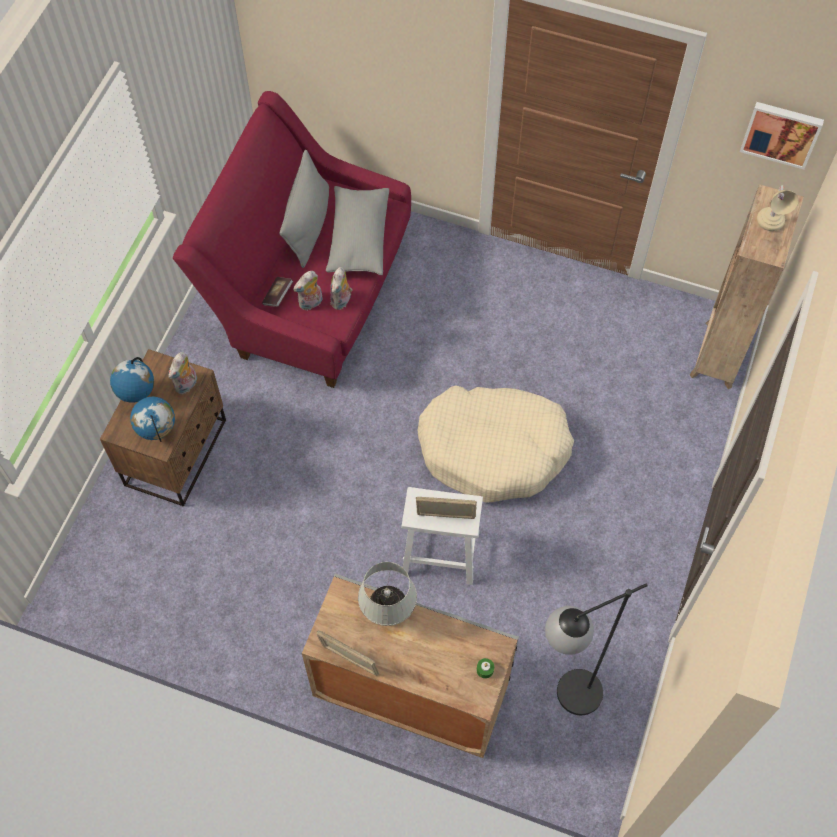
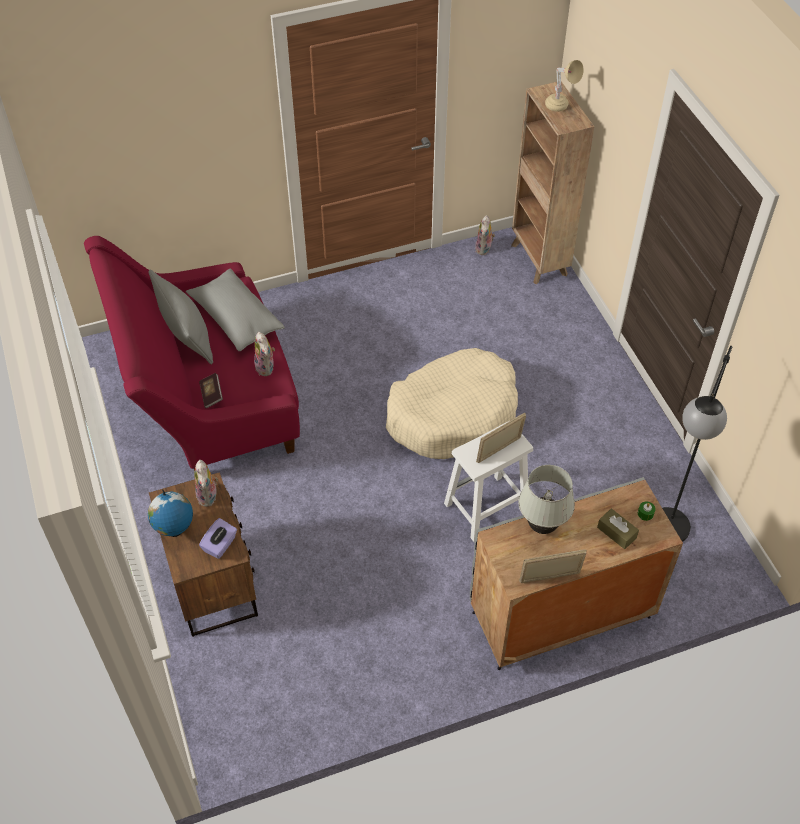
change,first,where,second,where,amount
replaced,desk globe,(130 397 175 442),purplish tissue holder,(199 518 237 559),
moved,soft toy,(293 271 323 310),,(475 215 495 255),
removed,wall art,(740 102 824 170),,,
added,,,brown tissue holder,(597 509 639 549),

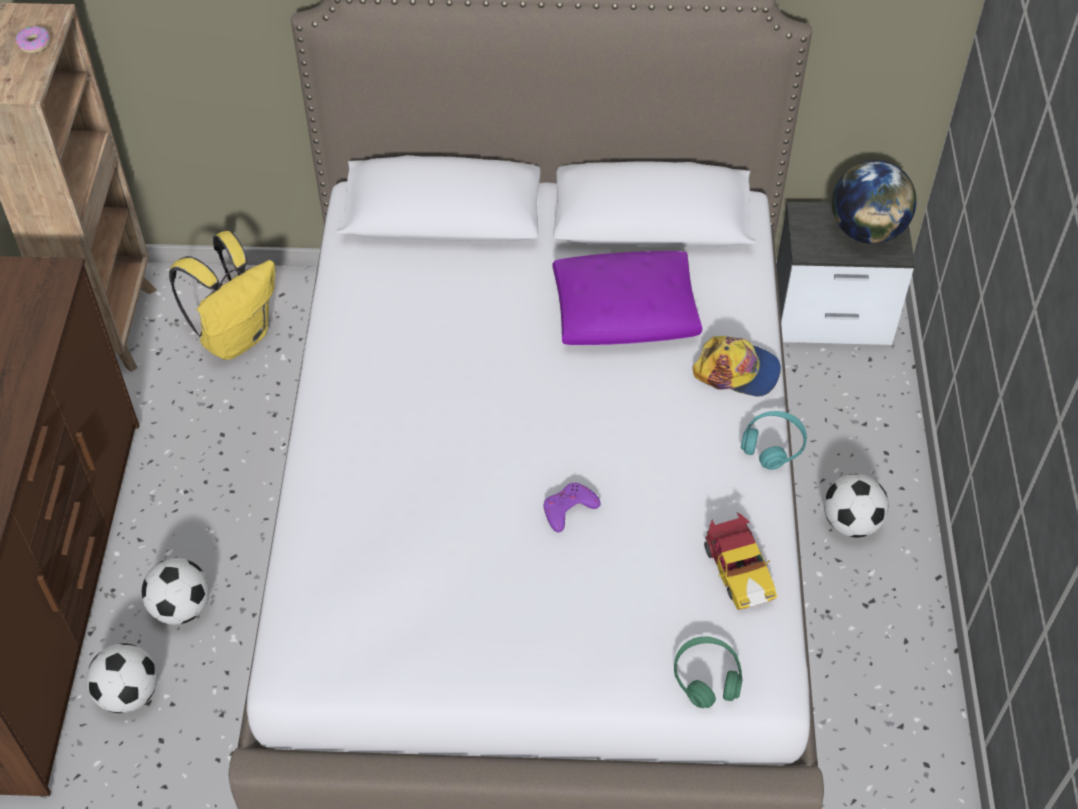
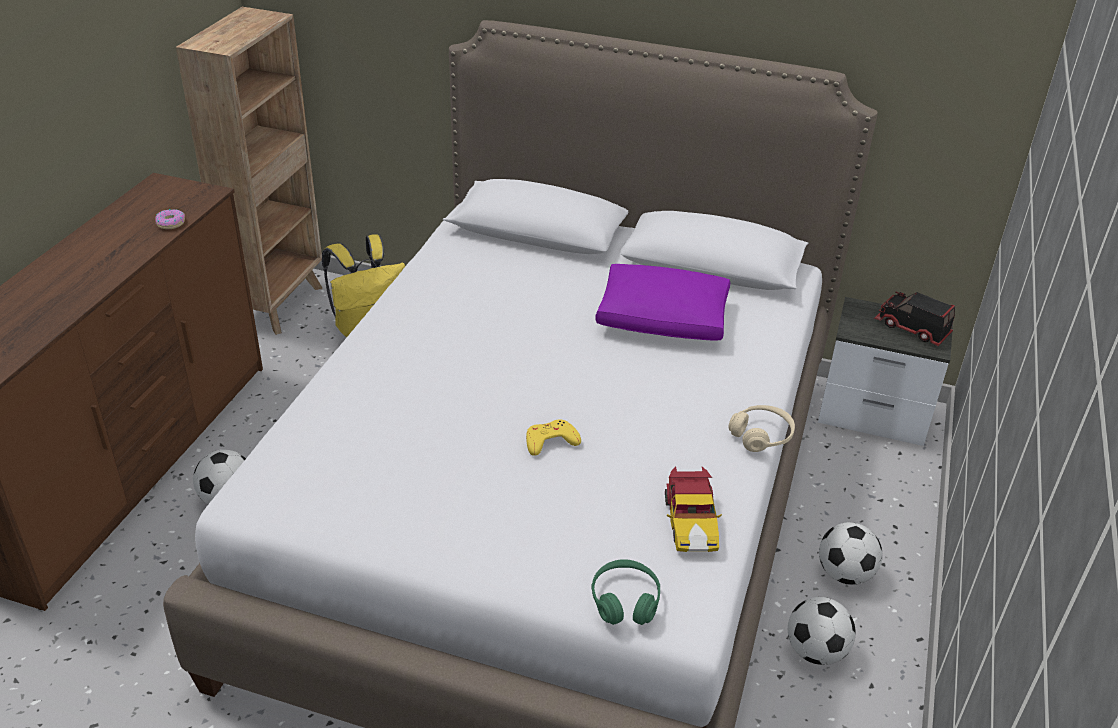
change,first,where,second,where,amount
moved,donut,(15 27 50 53),,(155 209 185 229),
moved,football ball,(86 643 158 713),,(788 597 856 665),
recoloured,purplish joypad,(543 483 601 532),yellow joypad,(526 419 581 456),
removed,cap,(693 336 781 397),,,
recoloured,turquoise pair of headphones,(741 411 807 470),sand-coloured pair of headphones,(728 405 795 452),
replaced,desk globe,(832 160 917 244),toy truck,(874 292 955 346),

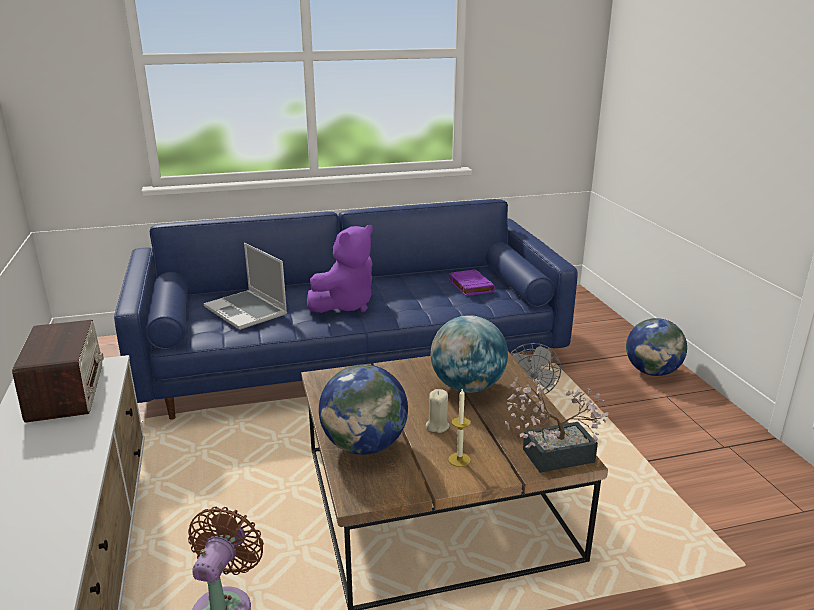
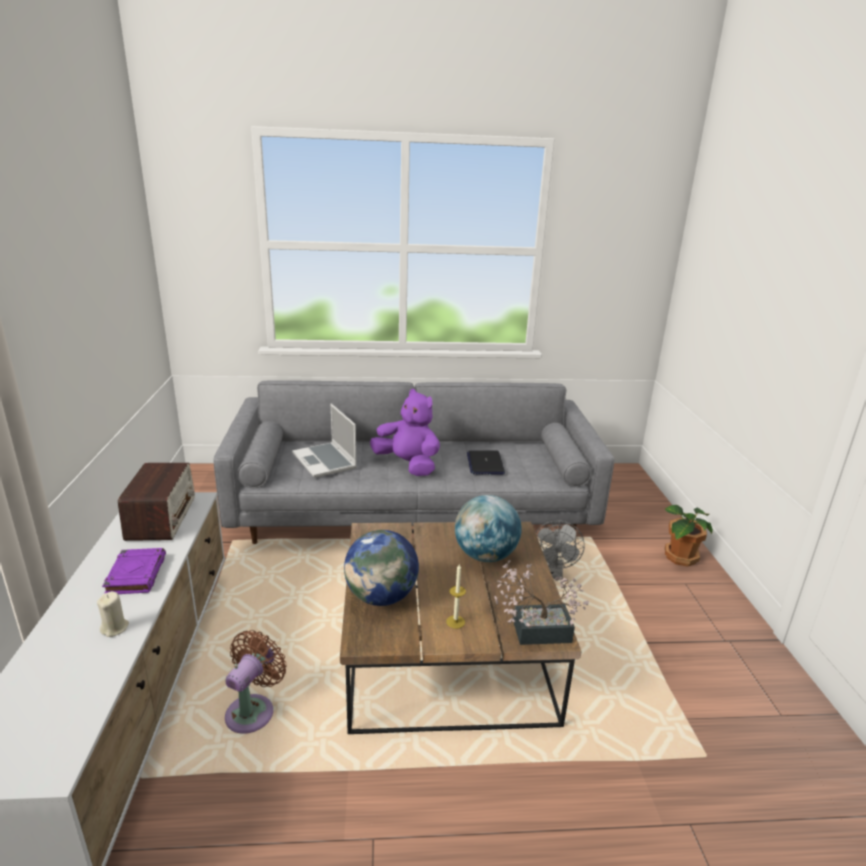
change,first,where,second,where,amount
recoloured,bluish sofa,(114 199 578 420),grey sofa,(213 380 614 544),
turned,purplish soft toy,(307 225 373 313),,(370 389 440 476),105 degrees counterclockwise
moved,sand-coloured candle,(426 389 450 433),,(97 591 129 637),
moved,purplish bound book,(449 269 495 296),,(102 548 166 594),
replaced,desk globe,(626 318 687 376),houseplant,(665 505 713 567),
added,,,notebook computer,(467 451 505 475),

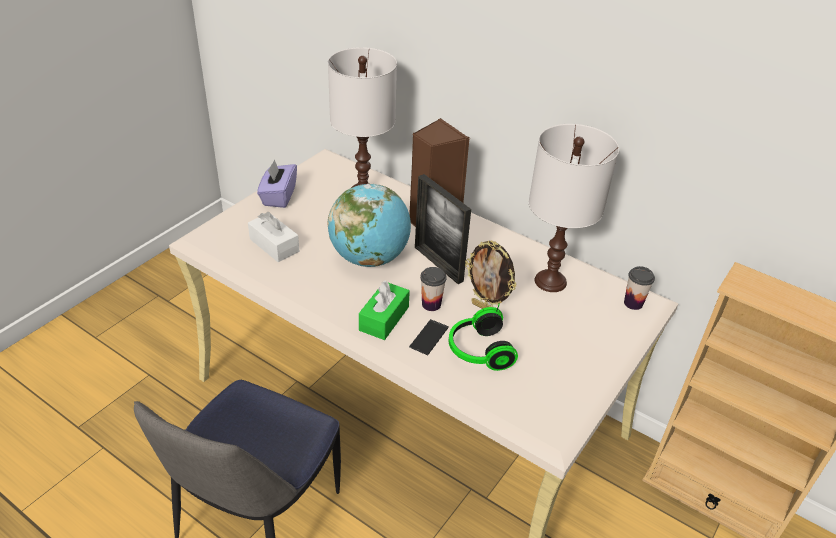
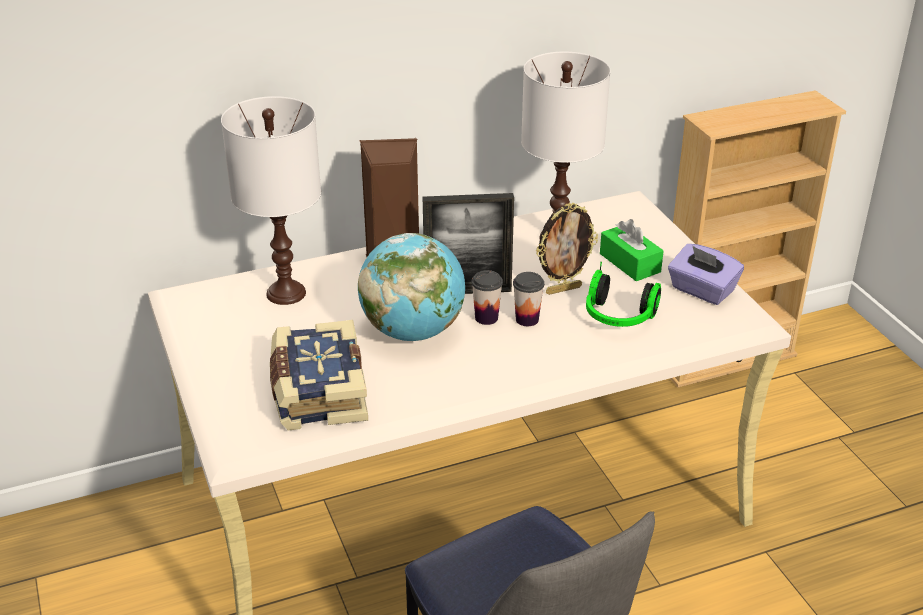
change,first,where,second,where,amount
replaced,white tissue holder,(248 212 299 262),bound book,(270 320 368 431),
moved,purplish tissue holder,(257 159 297 208),,(668 244 744 305),
moved,green-coloured tissue holder,(359 280 410 340),,(600 219 664 281),
removed,phone,(409 319 449 355),,,
moved,cup,(624 266 655 310),,(471 270 503 325),

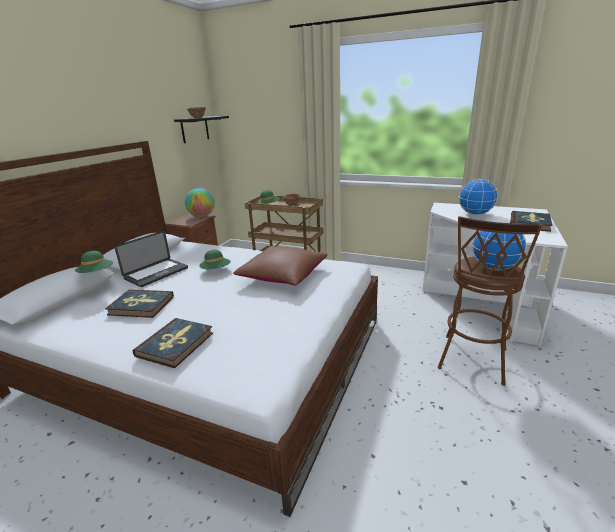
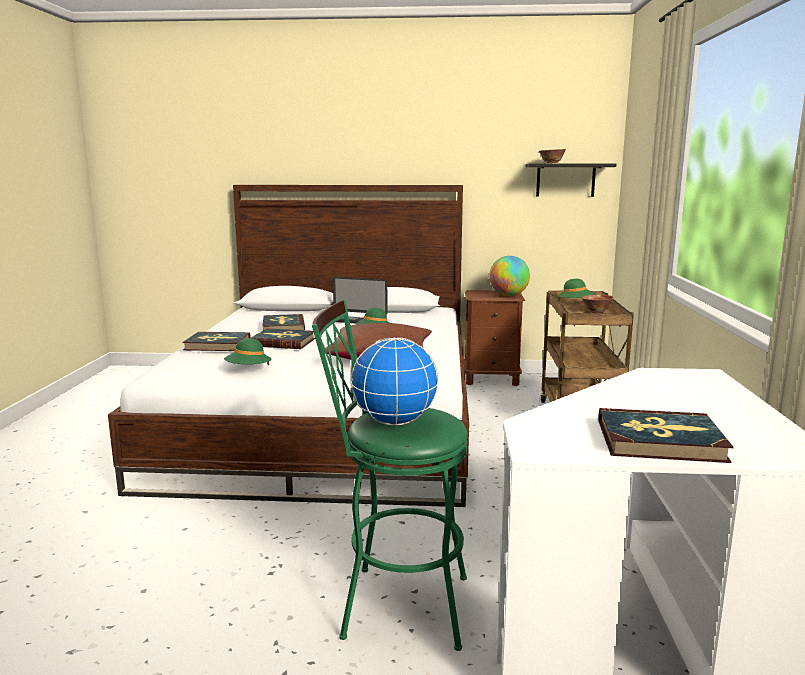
change,first,where,second,where,amount
moved,green-coloured clothing hat,(75 251 113 273),,(224 338 272 365),
recoloured,brown stool,(438 216 542 386),green-coloured stool,(312 300 468 651),
removed,desk globe,(459 179 498 215),,,
added,,,bound book,(251 329 315 349),

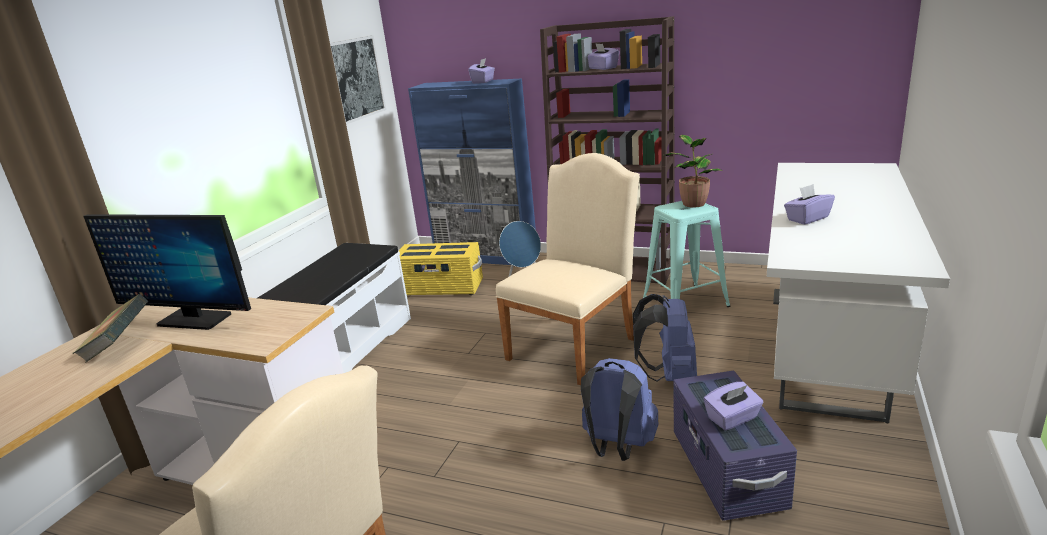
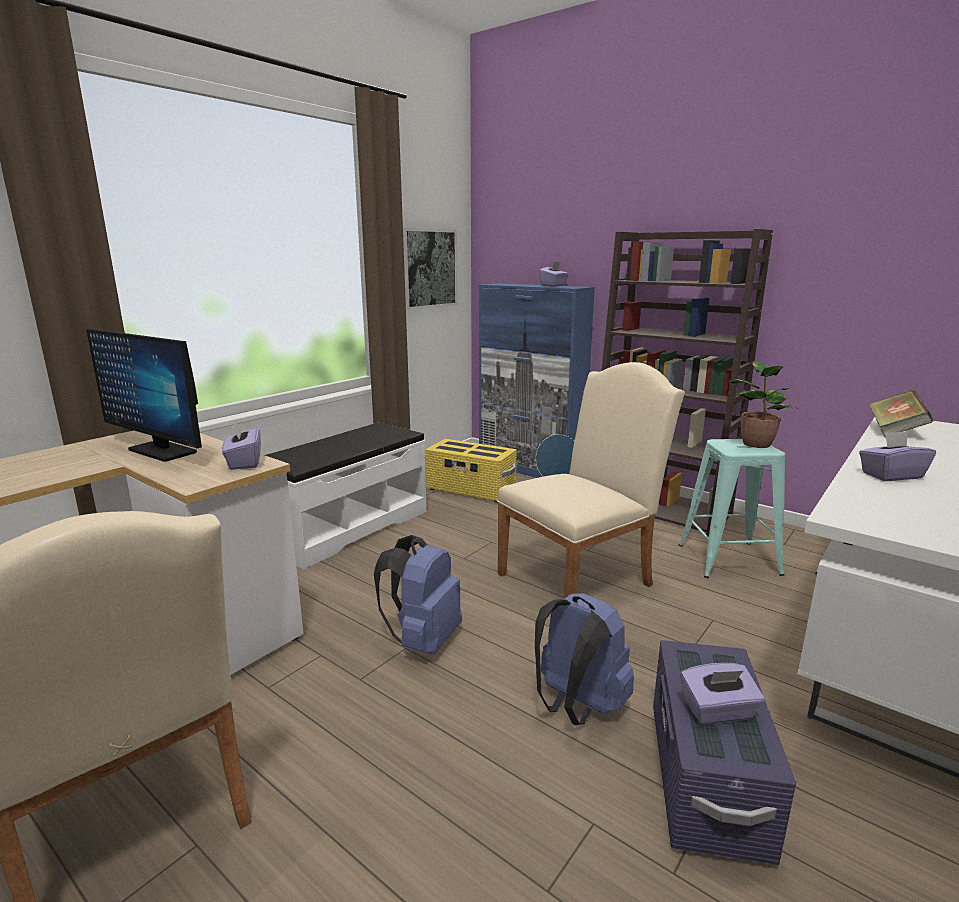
change,first,where,second,where,amount
moved,bound book,(73 294 149 363),,(869 390 933 437),
moved,purplish tissue holder,(588 43 619 70),,(222 421 261 470),
moved,bluish rucksack,(633 294 697 382),,(374 535 462 655),

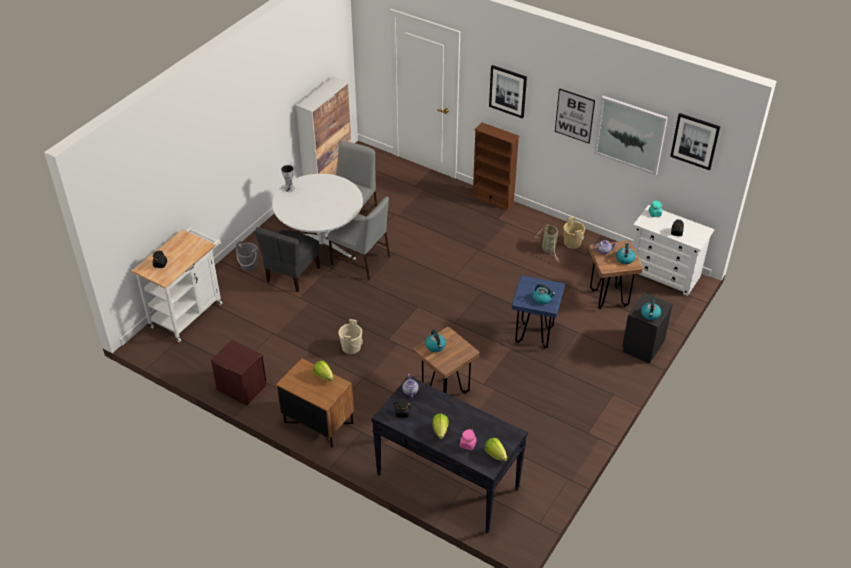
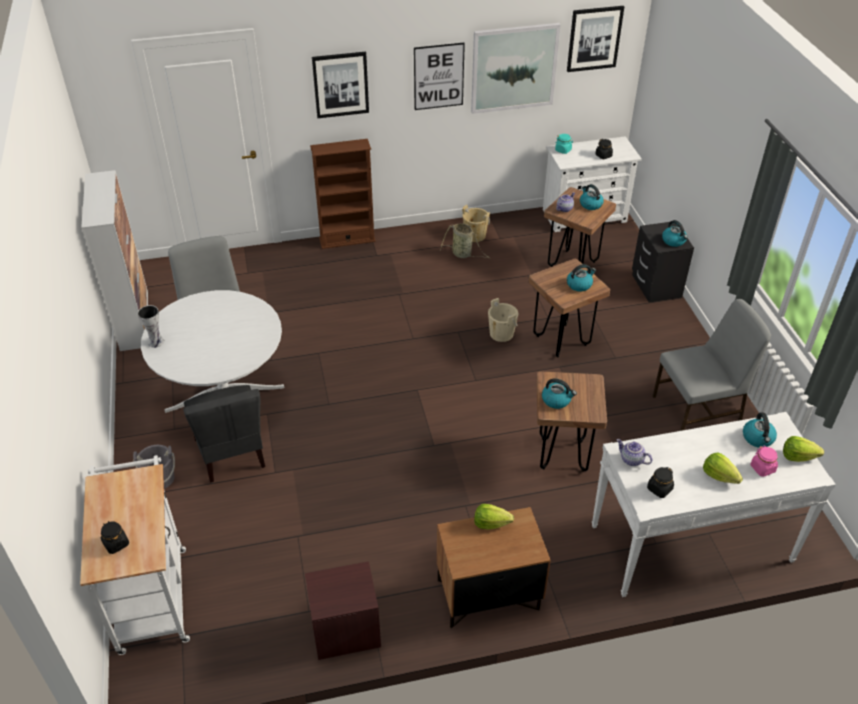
change,first,where,second,where,amount
moved,grey plain chair,(328 197 390 280),,(653 299 771 431),
moved,sand-coloured pail,(338 319 363 354),,(488 298 518 342),
recoloured,blackish hall table,(371 376 528 533),white hall table,(592 412 836 597),
recoloured,bluish stool,(512 276 565 348),brown stool,(529 259 610 358),
added,,,tea kettle,(743 412 777 447),

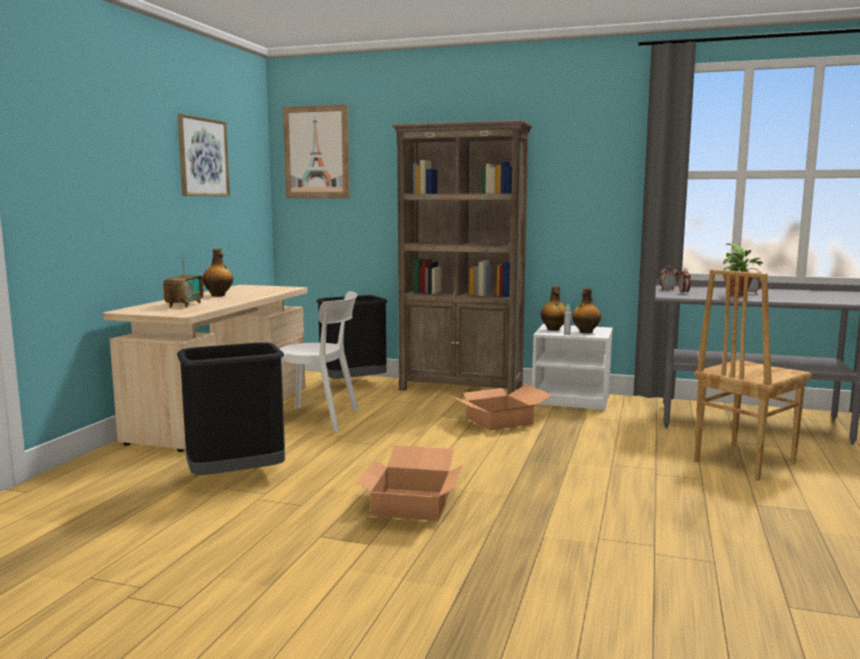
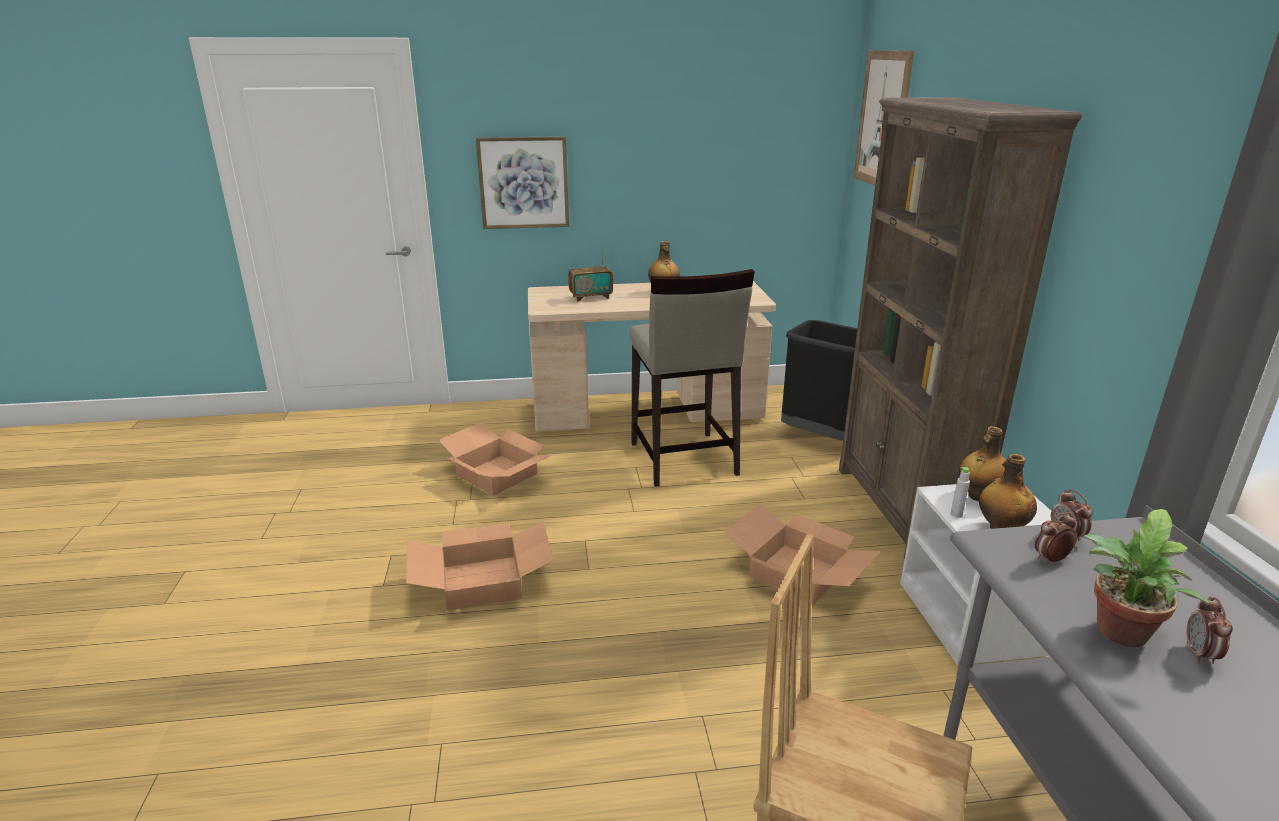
change,first,where,second,where,amount
moved,wall art,(177 114 230 196),,(476 136 569 229),
replaced,blackish waste bin,(177 342 285 475),cardboard box,(438 422 554 496),
replaced,white plain chair,(280 291 359 432),sand-coloured stool,(630 269 755 487),

